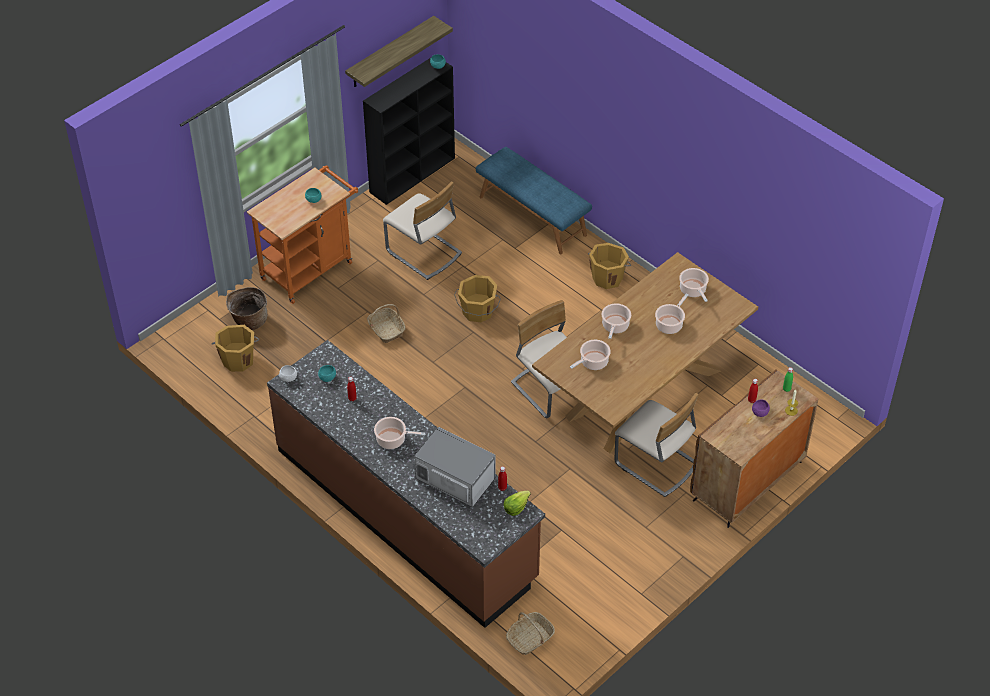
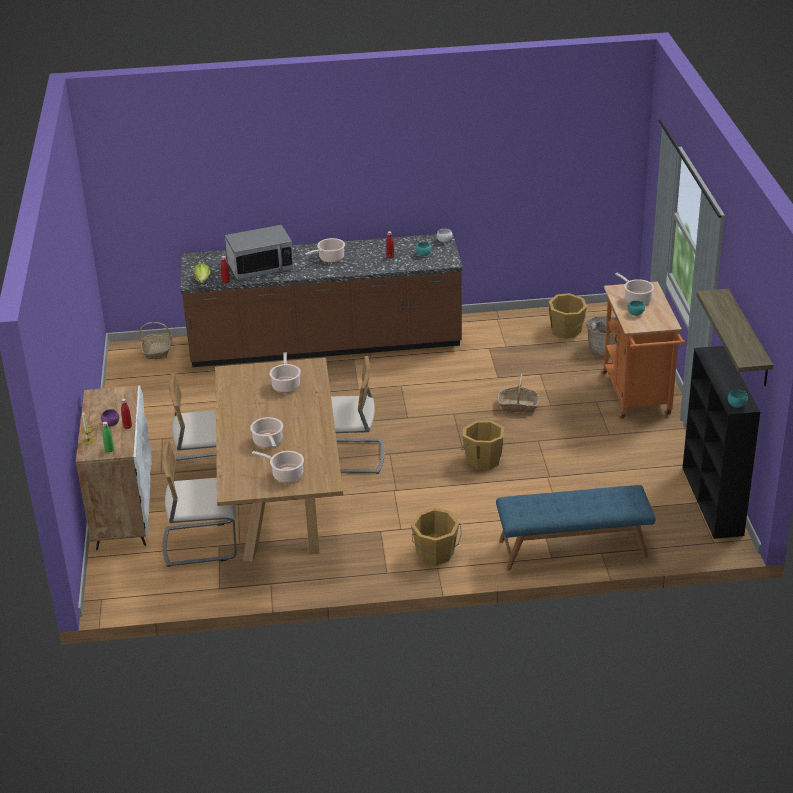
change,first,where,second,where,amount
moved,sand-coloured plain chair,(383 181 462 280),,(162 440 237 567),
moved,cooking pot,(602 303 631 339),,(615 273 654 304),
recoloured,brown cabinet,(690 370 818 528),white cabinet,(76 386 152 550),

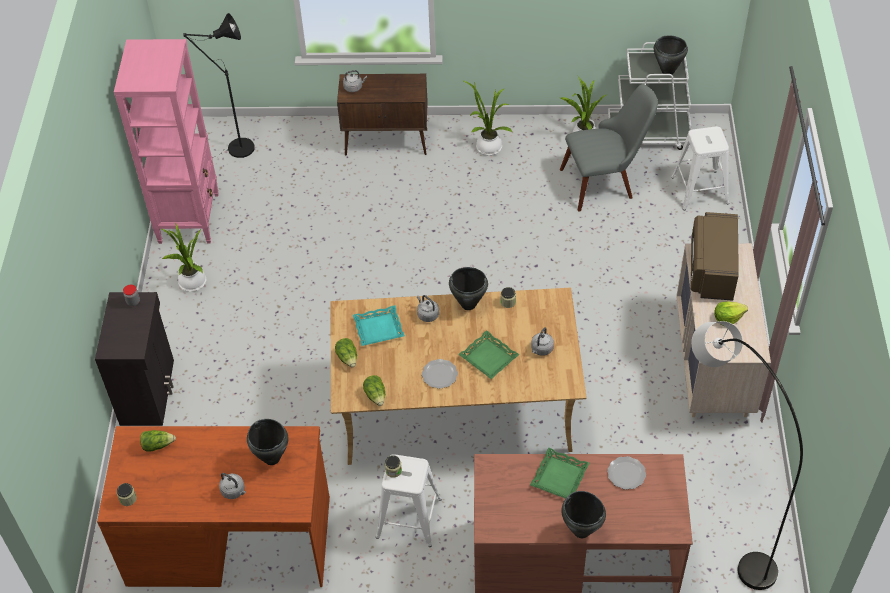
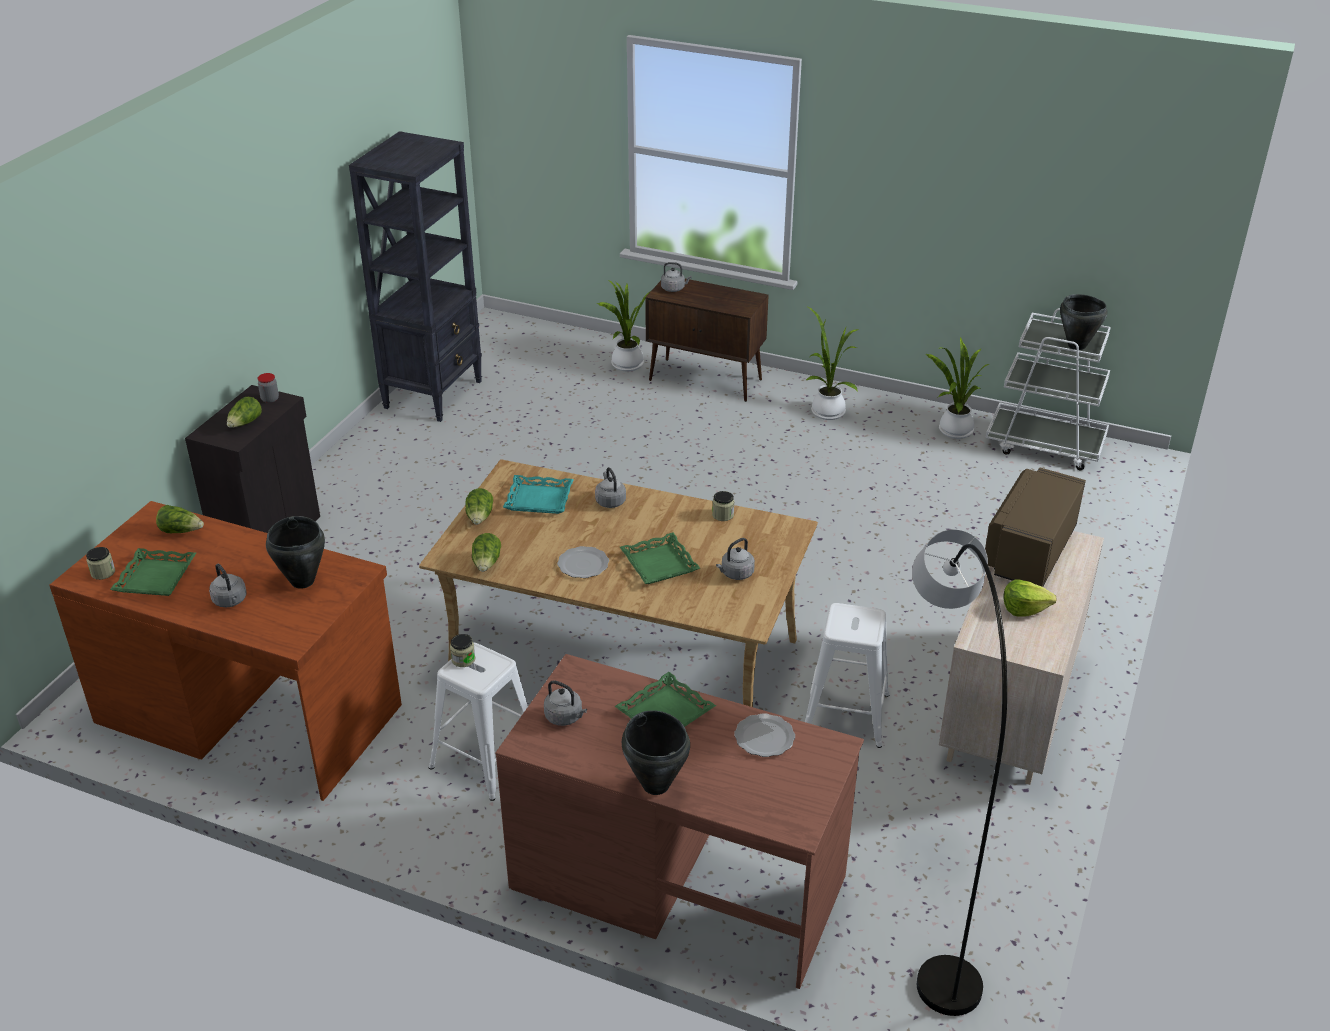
change,first,where,second,where,amount
recoloured,pink shelving unit,(114 39 219 244),blackish shelving unit,(349 131 482 422),
moved,houseplant,(162 224 206 292),,(597 279 651 372),
removed,blackish floor lamp,(183 13 255 158),,,
removed,blackish cooking pot,(449 267 488 310),,,
removed,grey plain chair,(560 84 658 211),,,
moved,white stool,(671 126 729 210),,(805 603 890 748),
added,,,green-coloured serving tray,(110 548 196 596),
added,,,head of lettuce,(227 397 262 428),
added,,,grey tea kettle,(544 680 587 726),

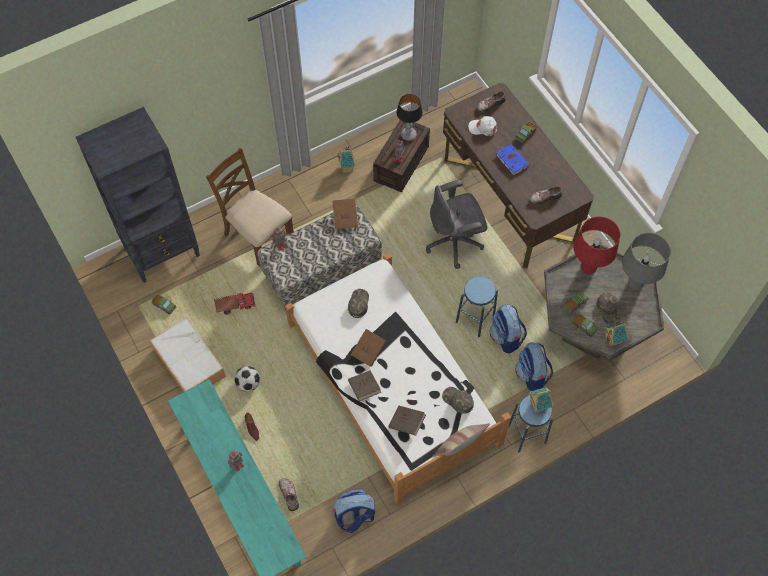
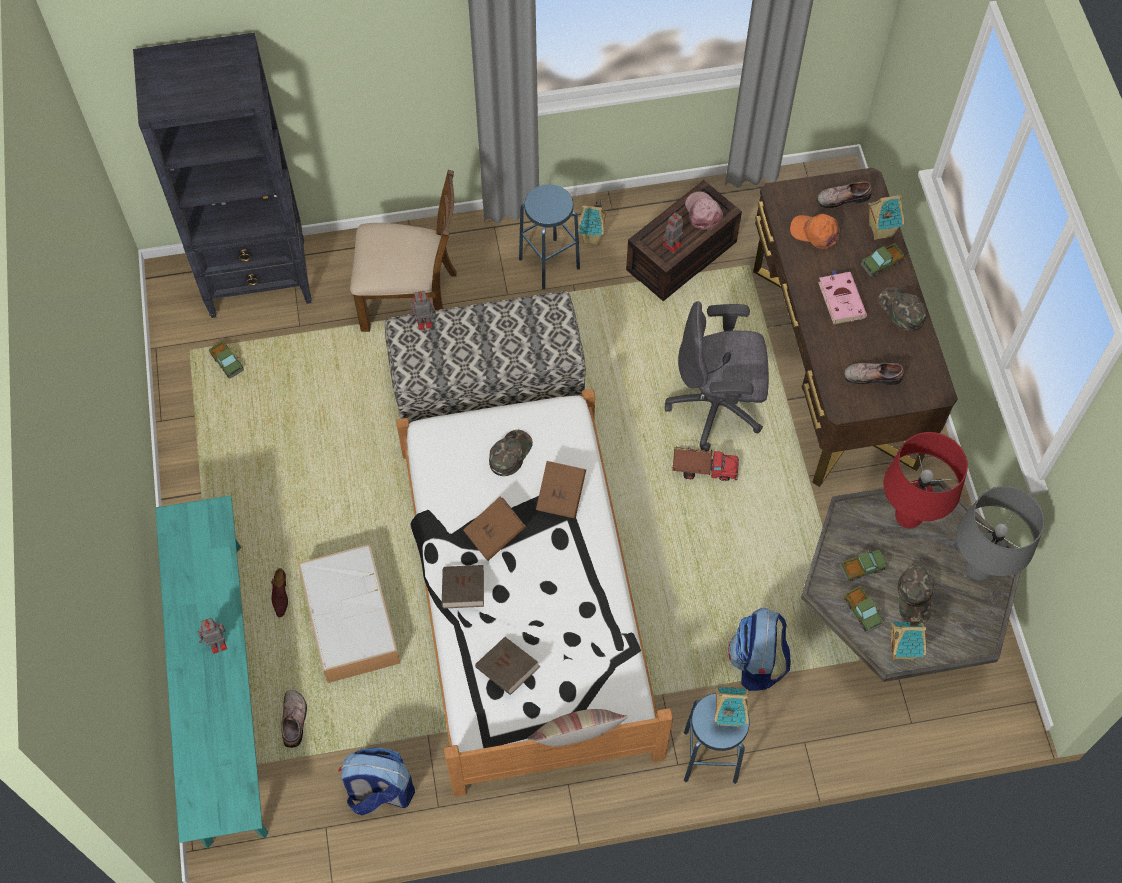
change,first,where,second,where,amount
moved,storage container,(150 318 226 392),,(298 544 400 683),
turned,brown plain chair,(206 148 294 267),,(350 170 457 332),120 degrees clockwise
moved,toy truck,(214 293 255 315),,(672 446 739 481),
removed,football ball,(234 366 260 392),,,
moved,brown bound book,(332 199 358 229),,(536 461 586 519),
replaced,tabletop lamp,(396 94 423 141),pink cap,(685 191 723 230),
moved,green-coloured cap,(442 387 474 414),,(878 287 926 332),
moved,bluish stool,(456 276 498 337),,(519 184 580 289),
recoloured,white cap,(468 116 498 136),orangey cap,(790 214 840 249),
removed,rucksack,(490 305 527 354),,,
recoloured,bluish bound book,(496 144 529 176),pink bound book,(818 270 867 324),
added,,,miniature house,(868 195 905 240),

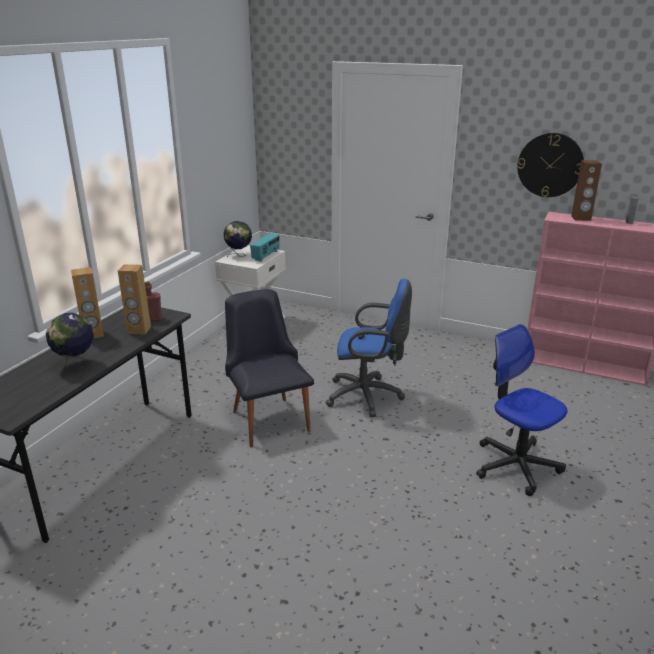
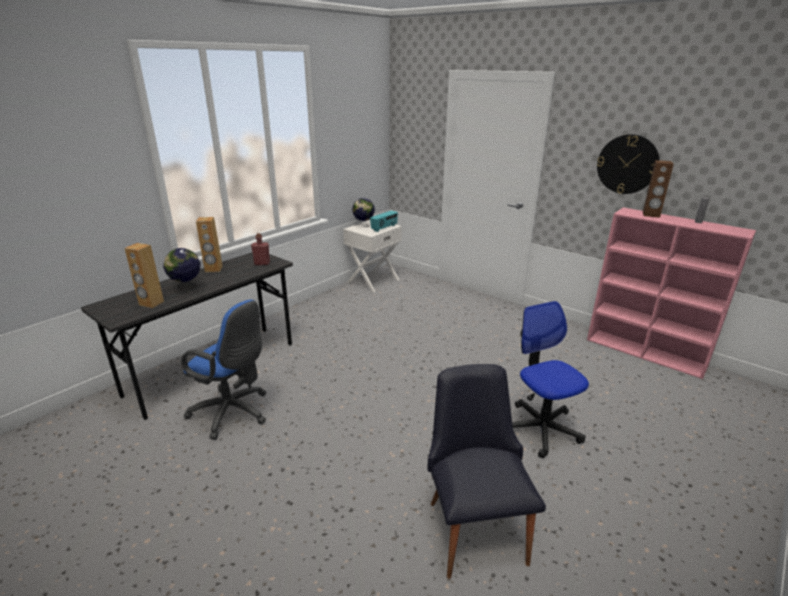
change,first,where,second,where,amount
moved,brown audio speaker,(118 264 151 334),,(124 243 164 308),
moved,blackish plain chair,(225 289 314 448),,(428 364 546 579),
moved,bluish office chair,(325 279 412 417),,(181 300 266 440),

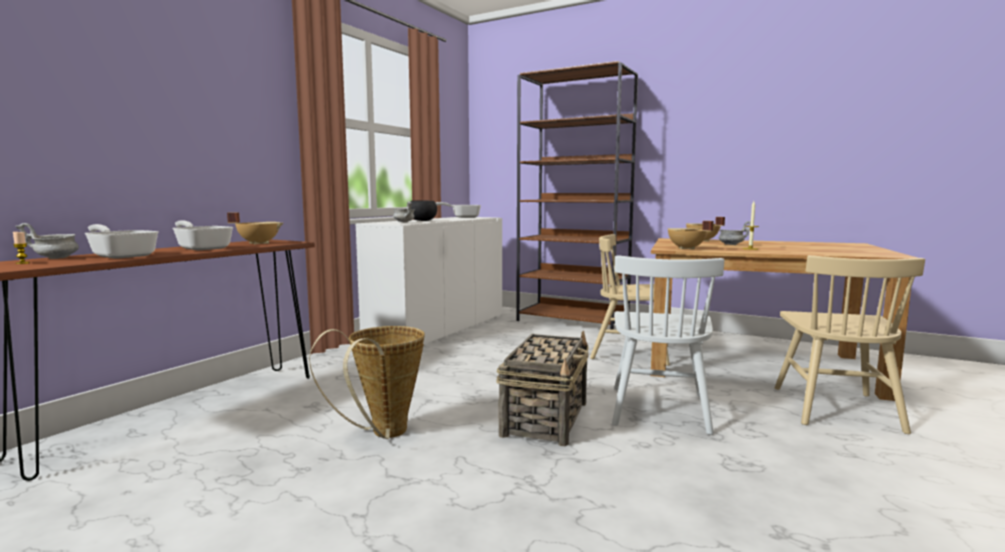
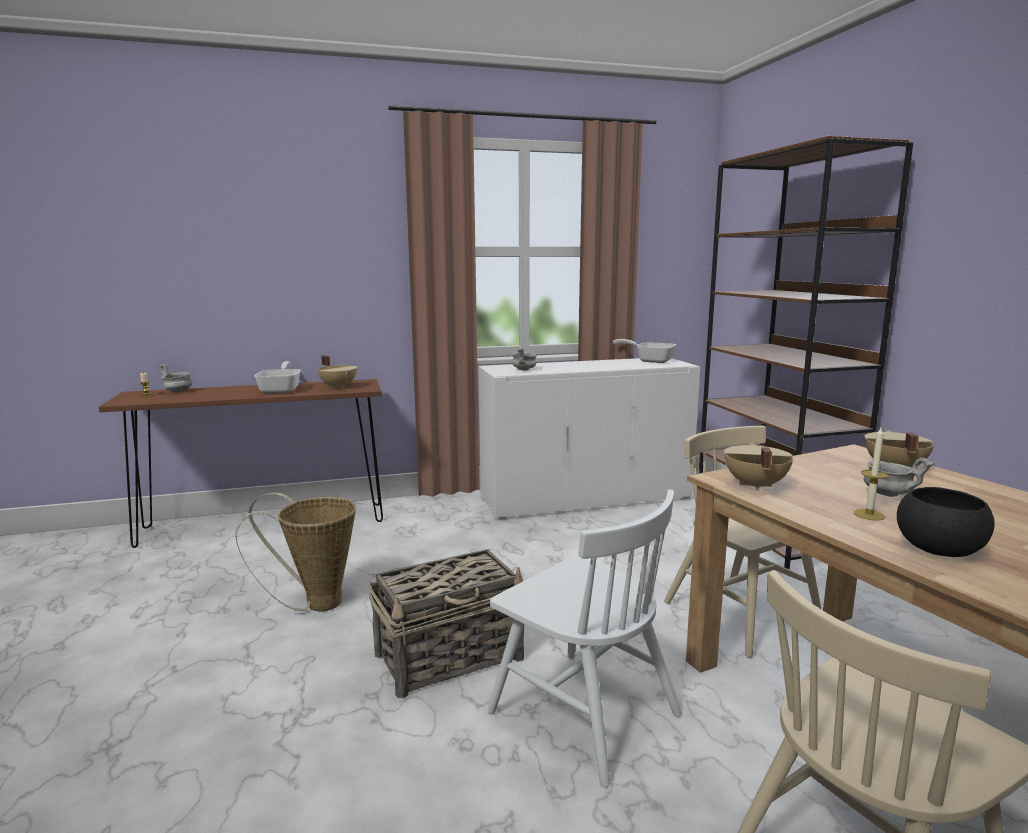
change,first,where,second,where,amount
removed,skillet,(84 224 159 259),,,
moved,blackish serving bowl,(410 200 437 221),,(897 487 995 557),
turned,white plain chair,(612 255 724 435),,(487 489 682 787),105 degrees counterclockwise

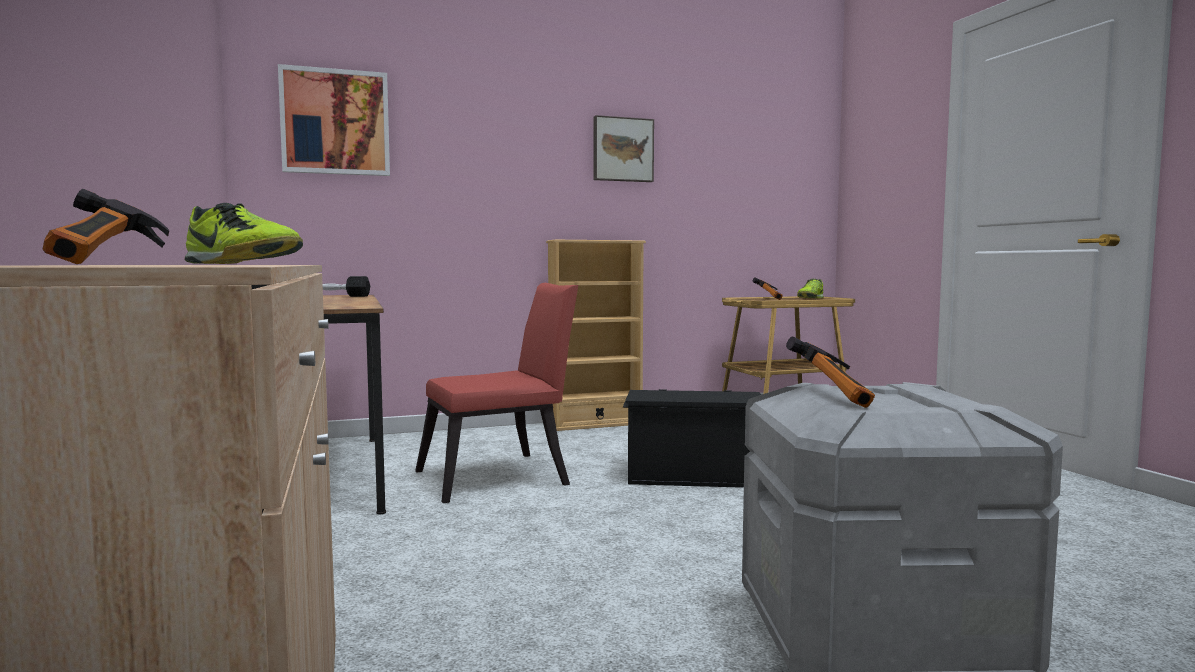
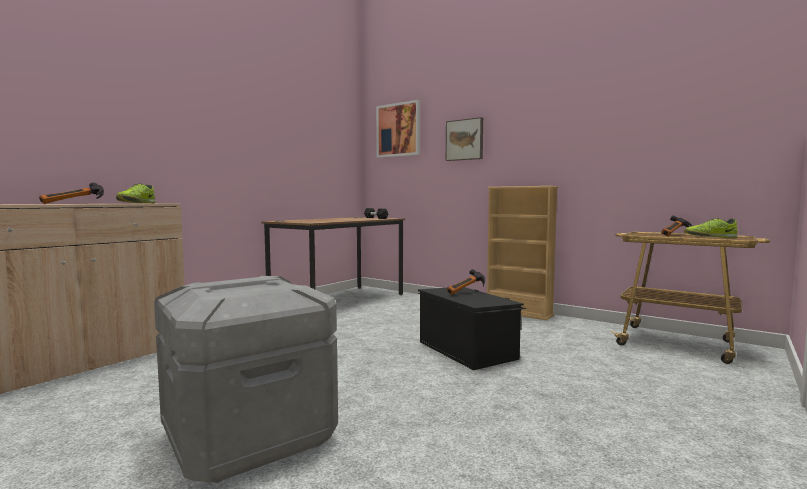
change,first,where,second,where,amount
removed,red plain chair,(415 283 578 503),,,
moved,wall art,(594 115 654 182),,(446 117 483 161),
moved,hand hammer,(786 337 875 408),,(447 269 485 295),

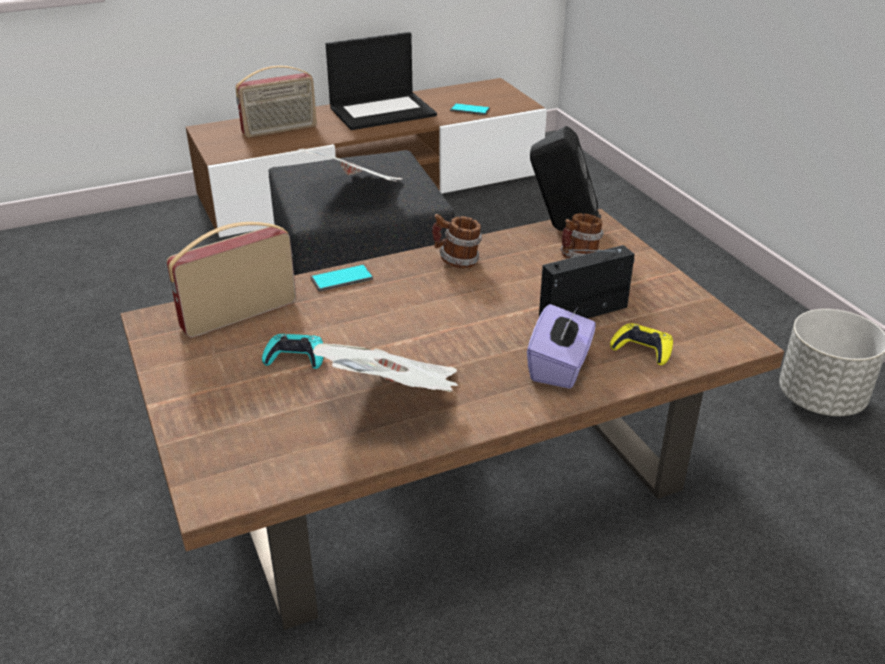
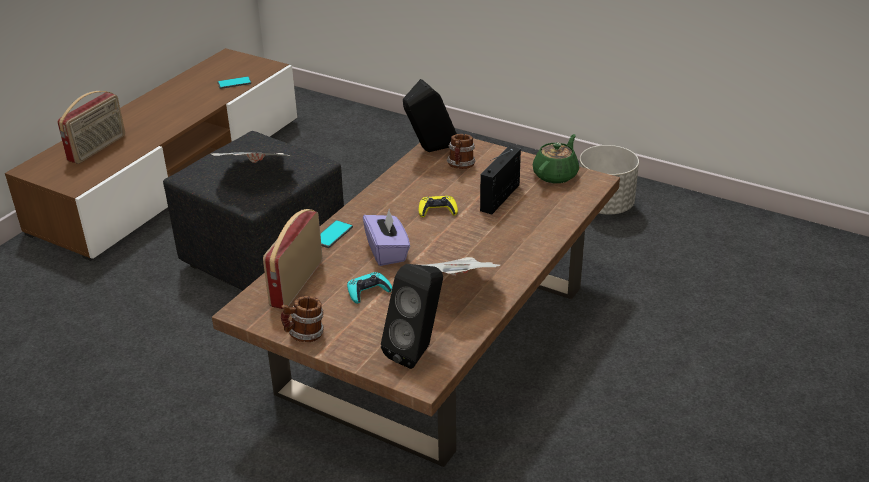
change,first,where,second,where,amount
removed,notebook computer,(326 32 437 130),,,
moved,tea mug,(432 214 482 268),,(281 296 324 342),
moved,purplish tissue holder,(527 304 596 389),,(363 210 410 266),
moved,yellow joypad,(610 323 673 365),,(419 196 458 217),
added,,,blackish audio speaker,(381 264 443 369),
added,,,green-coloured teapot,(533 134 579 184),

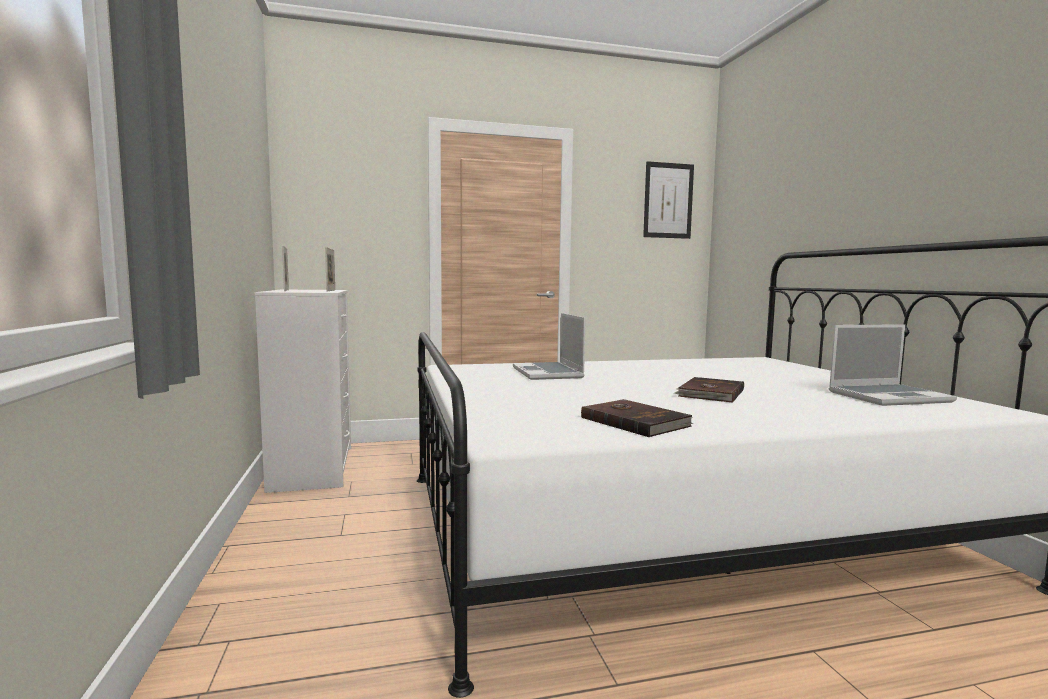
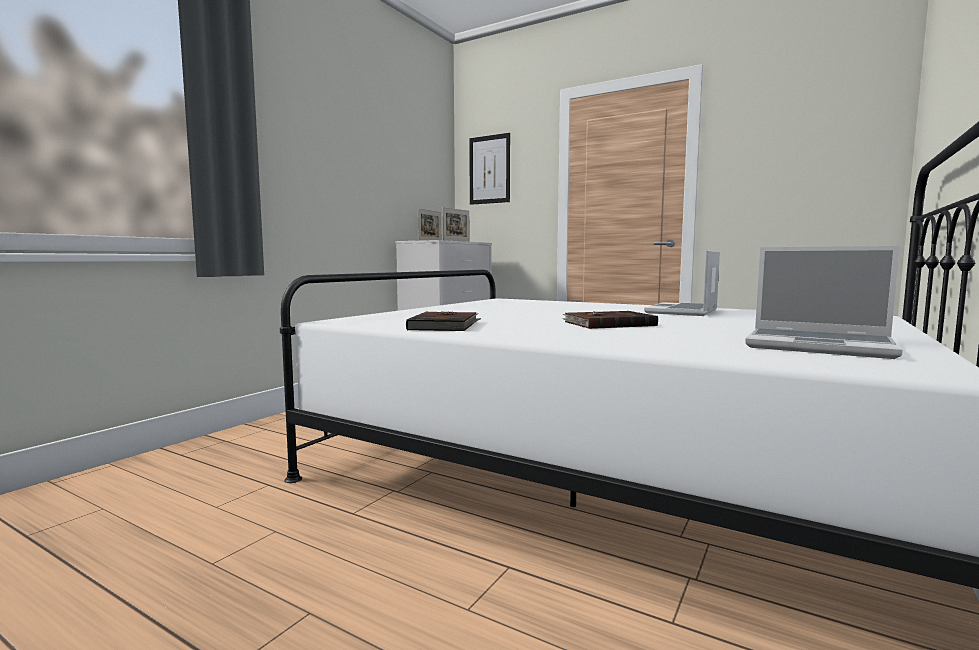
change,first,where,second,where,amount
moved,notebook computer,(513 313 586 380),,(644 251 720 316),
moved,wall art,(643 161 694 239),,(469 133 510 205),

